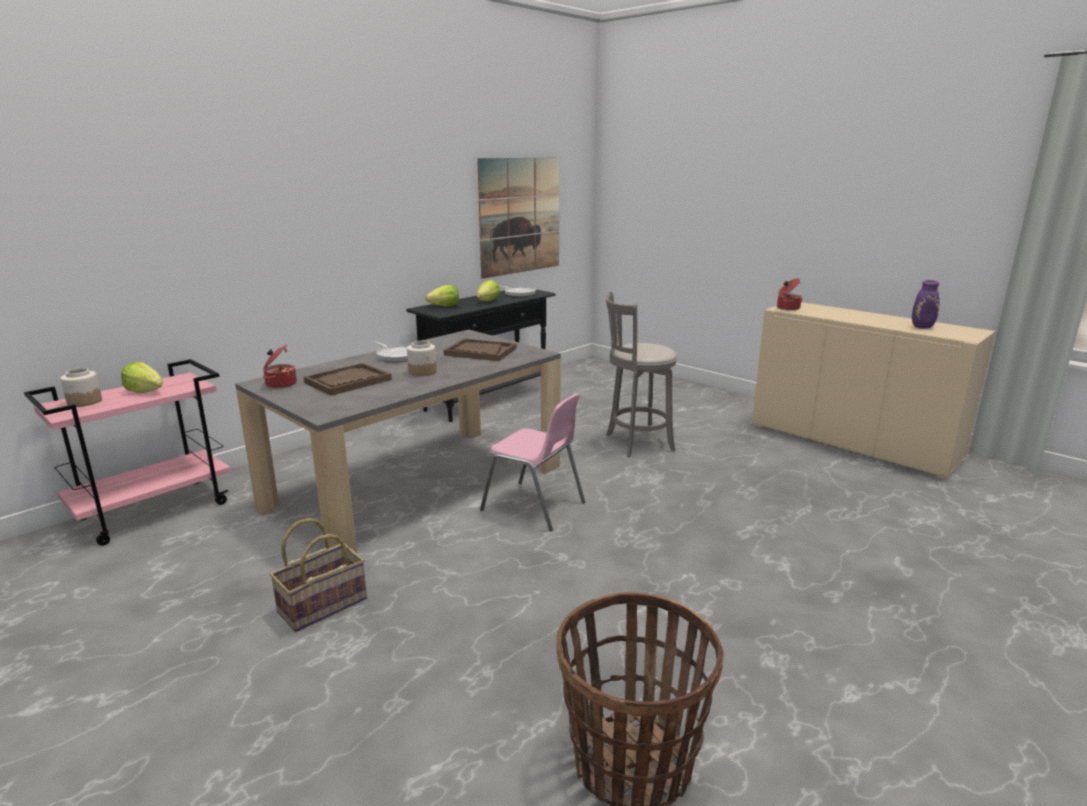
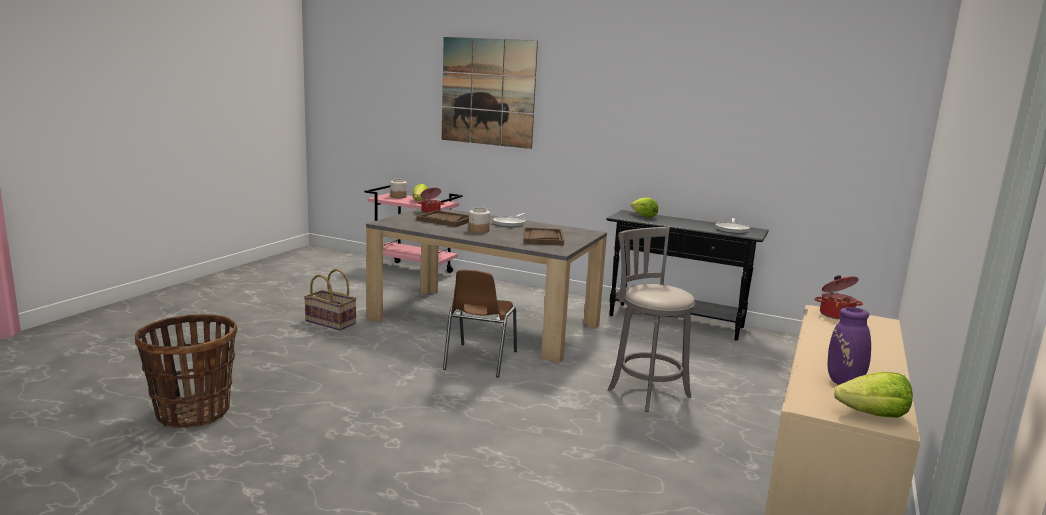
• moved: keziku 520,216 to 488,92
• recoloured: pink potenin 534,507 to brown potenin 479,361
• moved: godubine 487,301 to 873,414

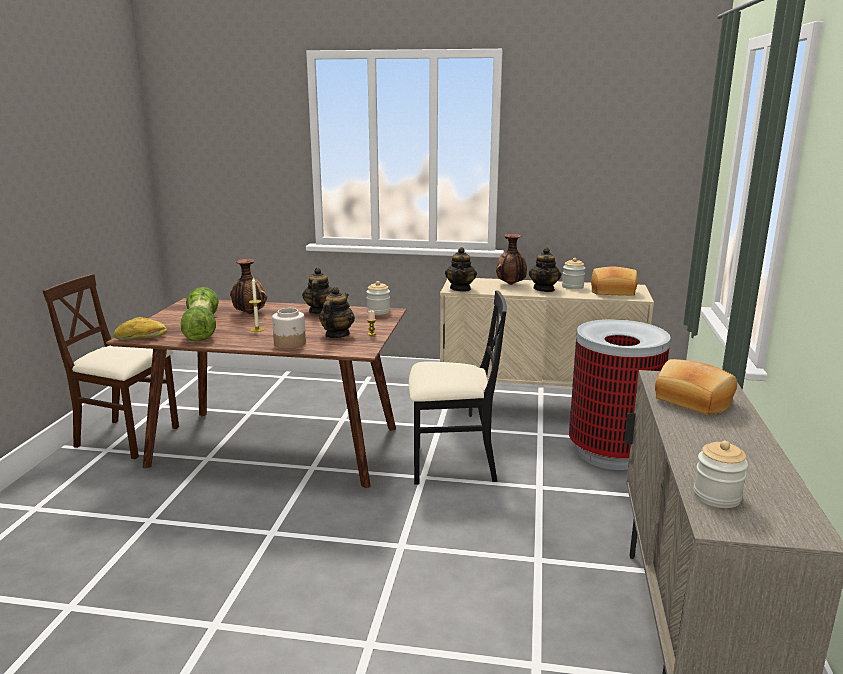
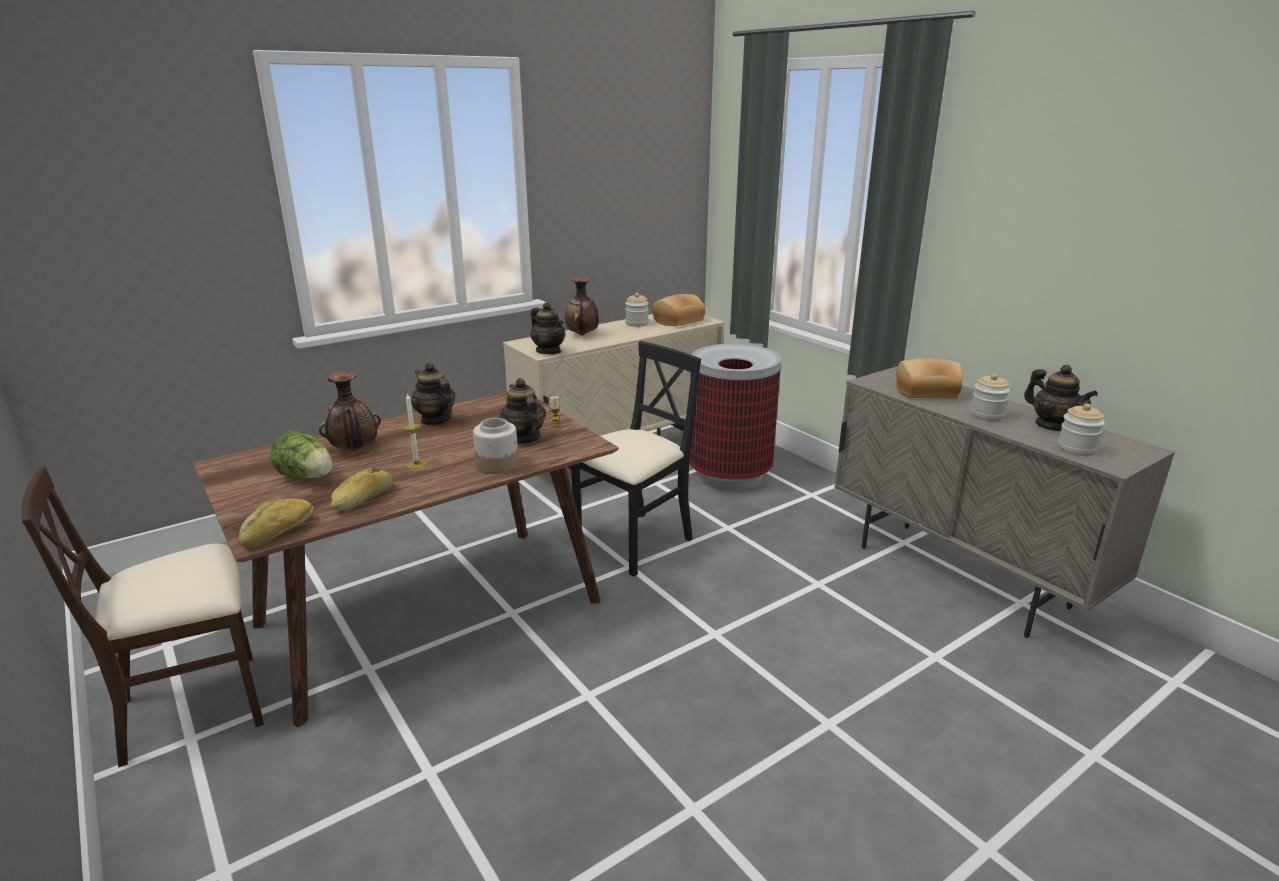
• replaced: godubine 199,337 to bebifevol 364,499
• moved: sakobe 378,311 to 986,415
• moved: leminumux 544,289 to 1052,426

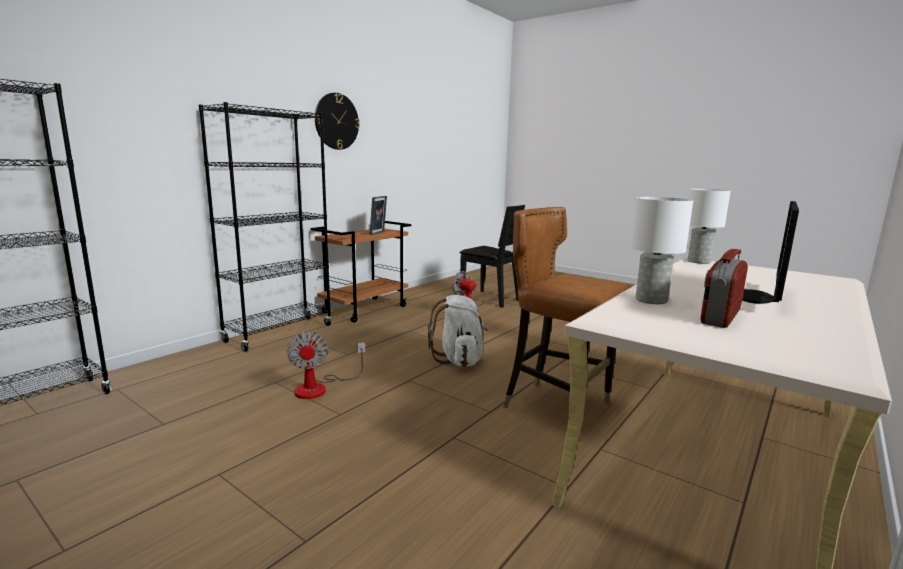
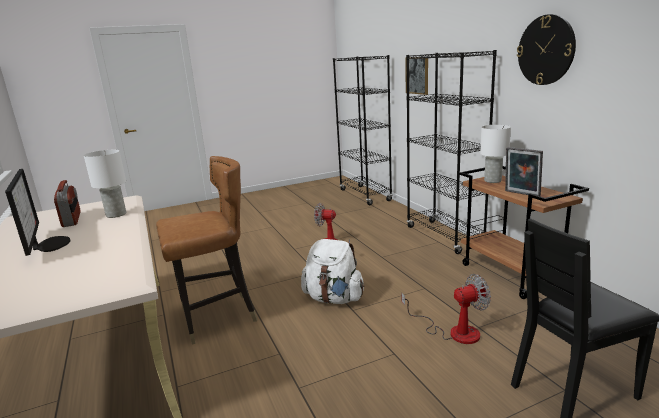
• added: keziku 417,75
• moved: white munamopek 698,261 to 493,180

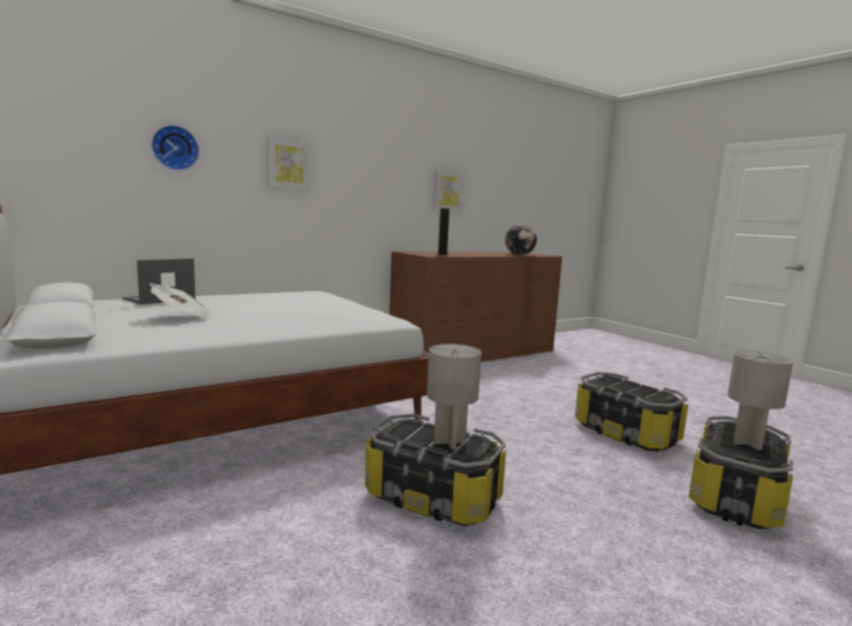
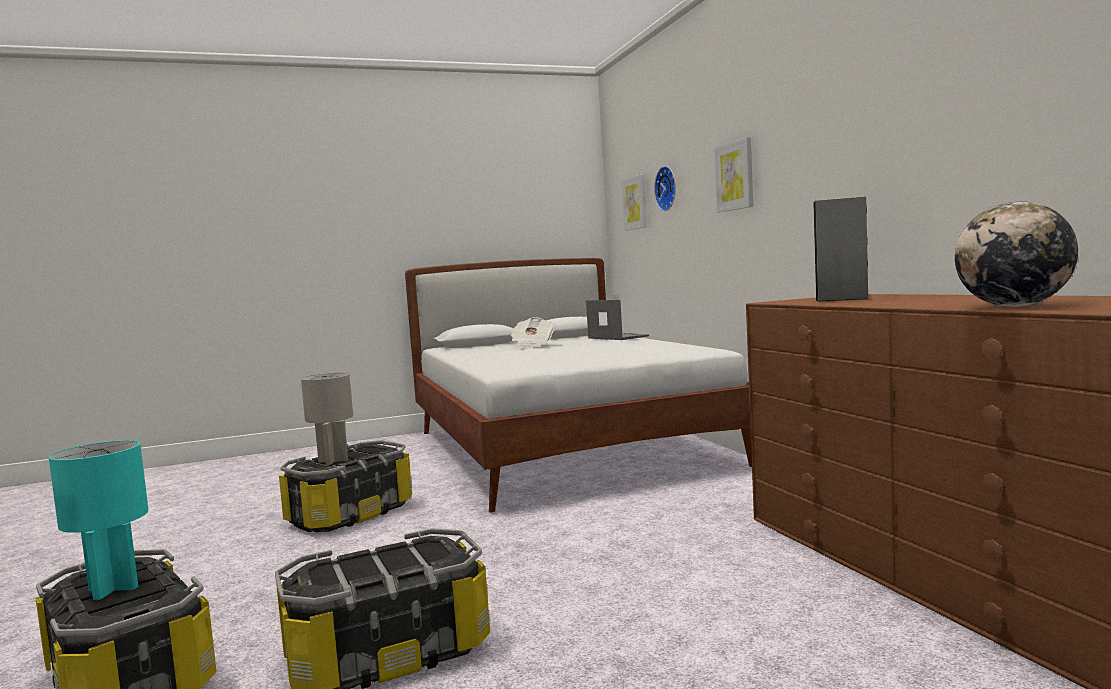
• recoloured: grey munamopek 747,443 to turquoise munamopek 113,589
• moved: keziku 448,191 to 635,203

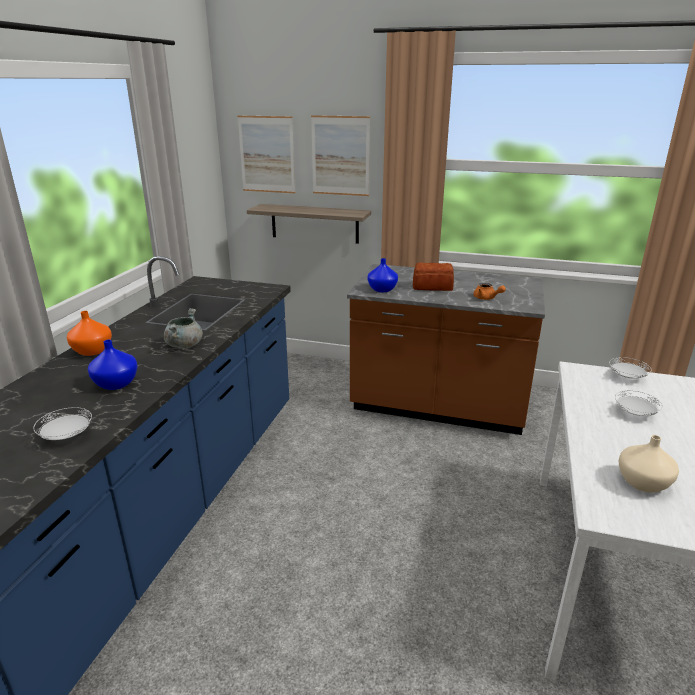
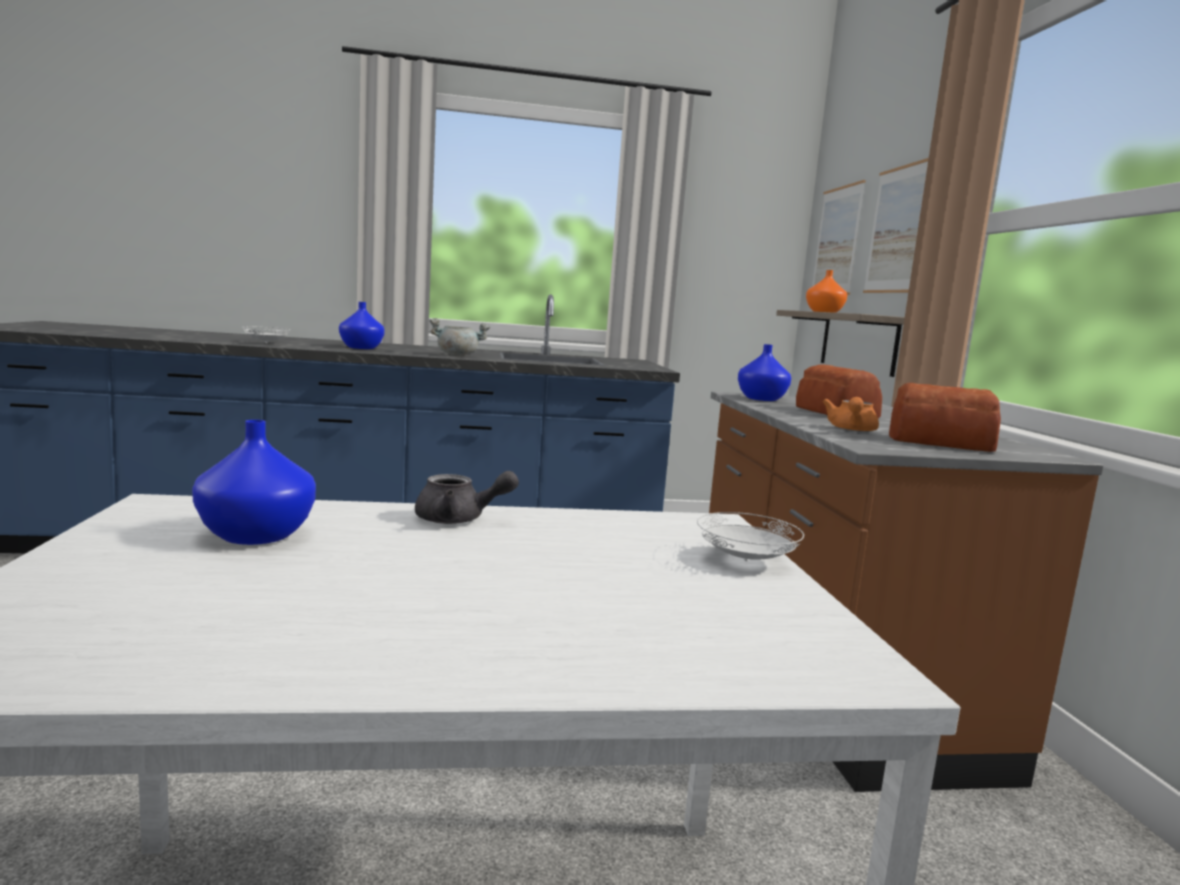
• recoloured: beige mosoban 644,483 to blue mosoban 253,536
• added: grey leminumux 459,519
• moved: orange mosoban 93,350 to 825,312
• added: bebifevol 936,442
• removed: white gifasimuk 635,413

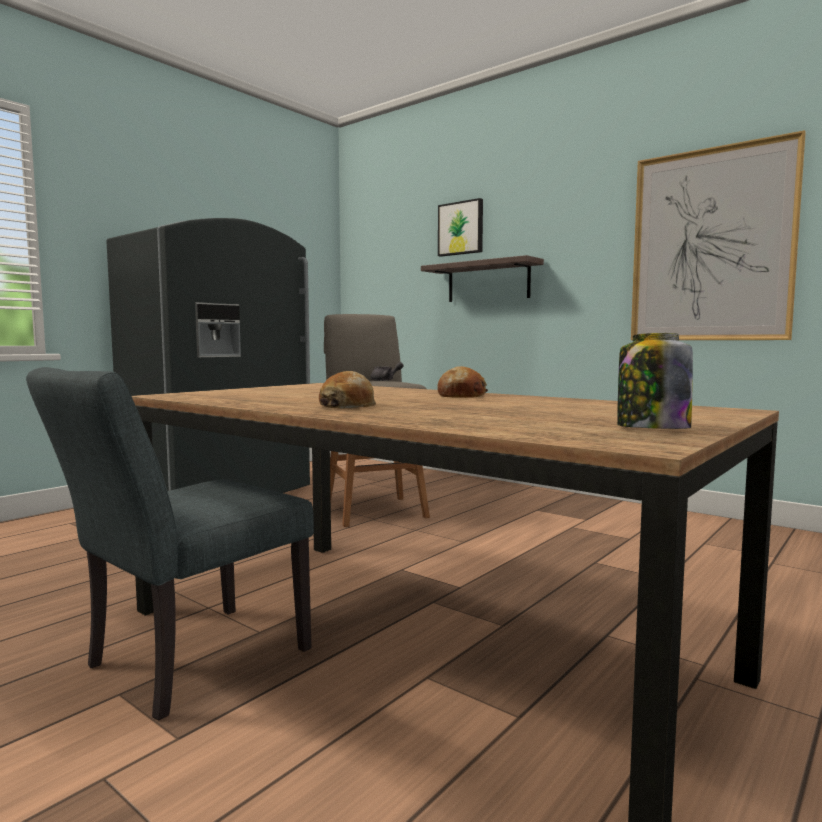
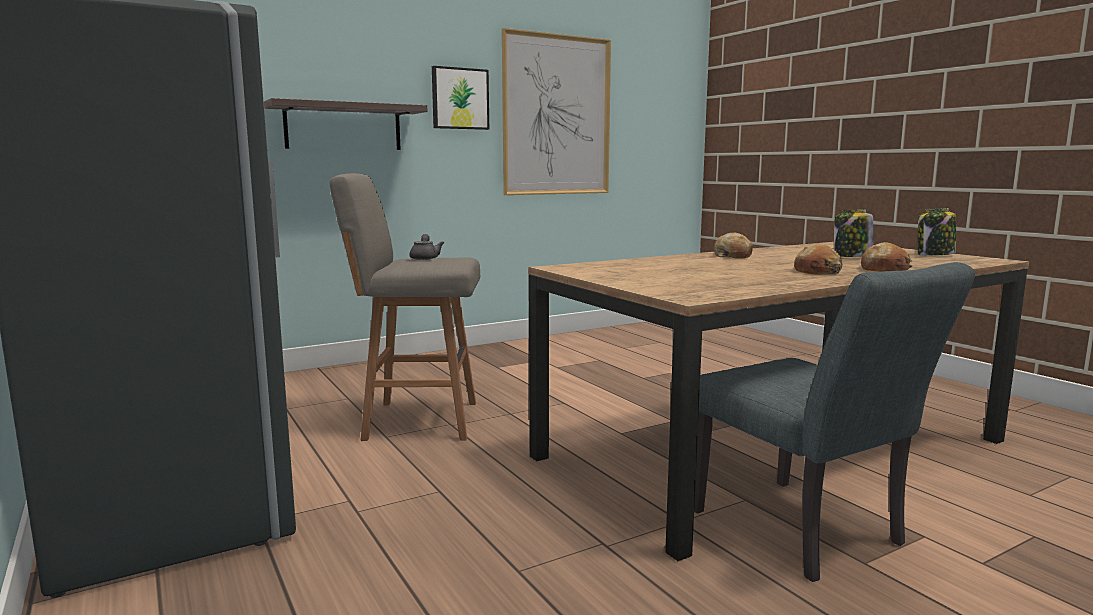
• moved: keziku 461,228 to 459,98
• added: sakobe 851,257
• added: bebifevol 884,269

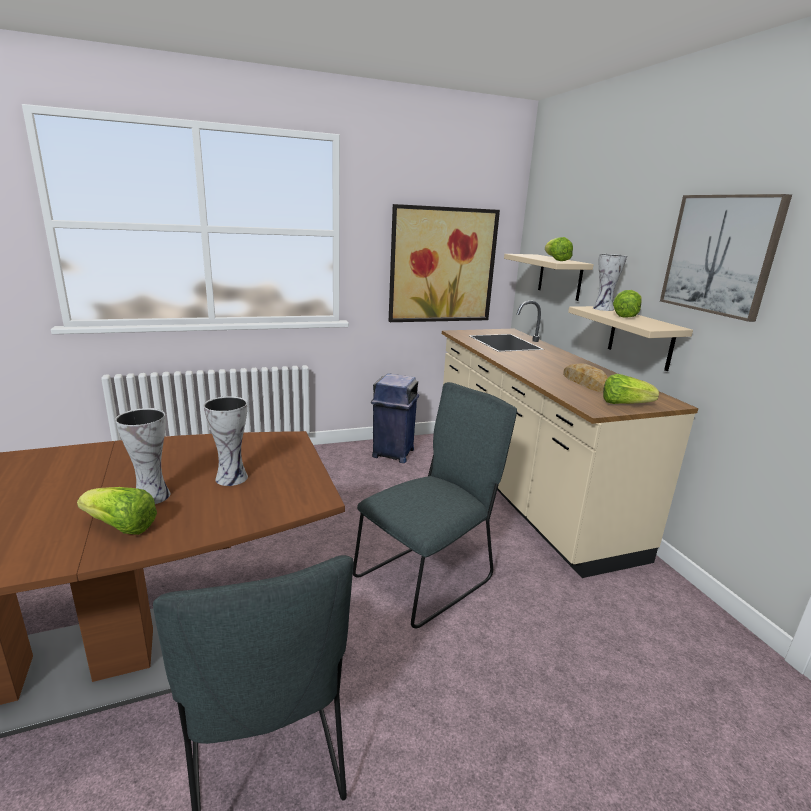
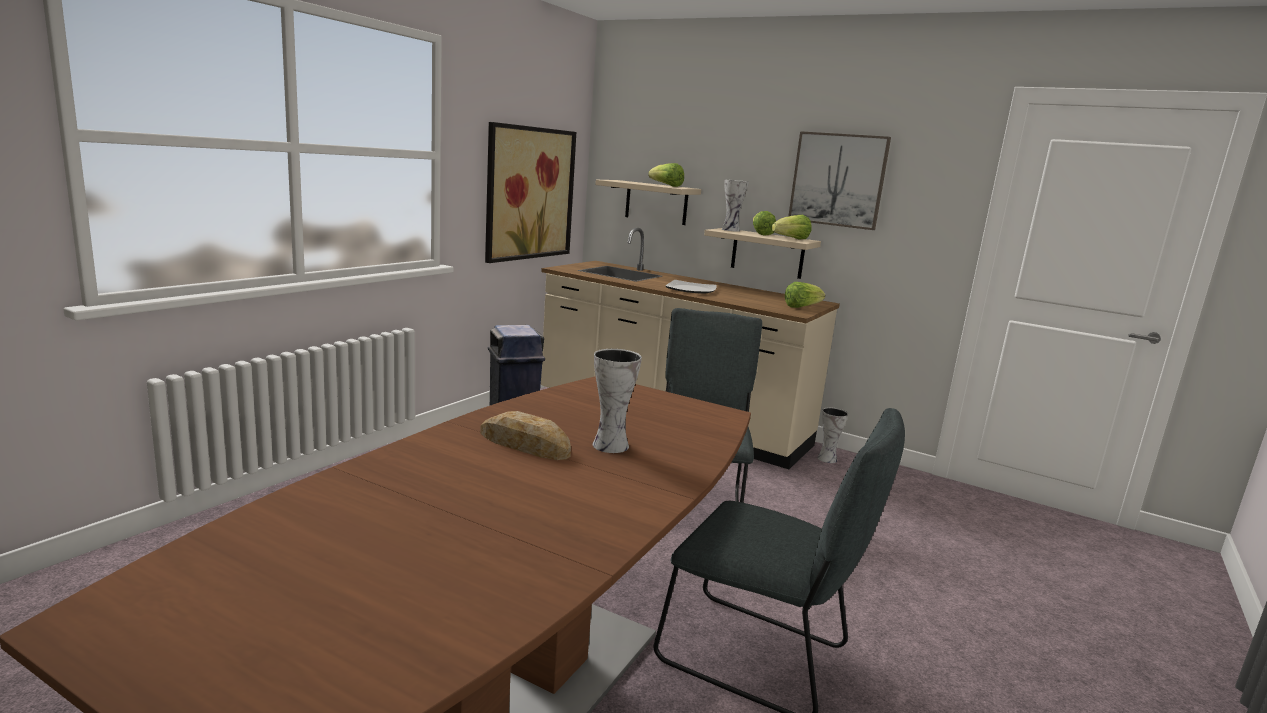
• moved: bebifevol 585,382 to 525,444
• added: gifasimuk 690,289
• moved: godubine 121,527 to 791,239
• moved: mosoban 233,477 to 826,458

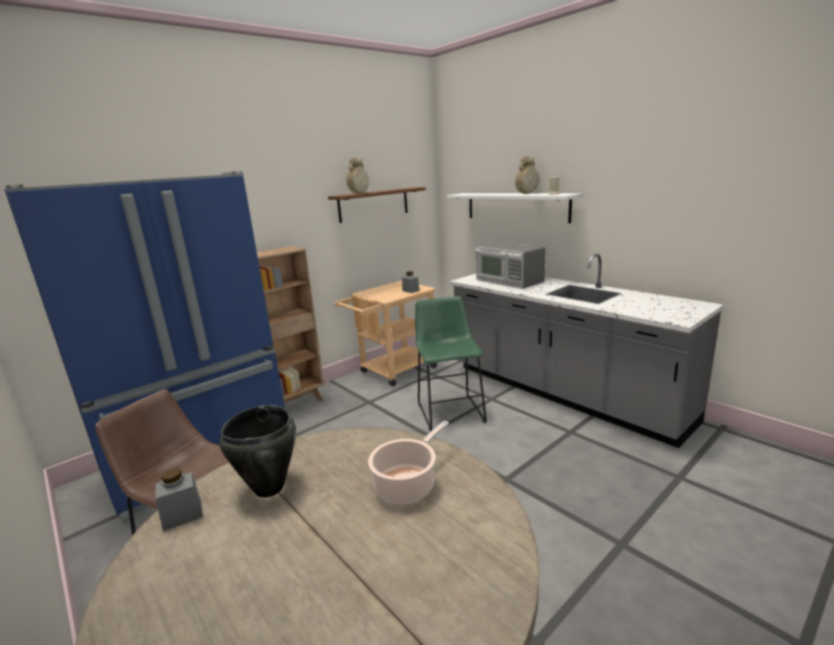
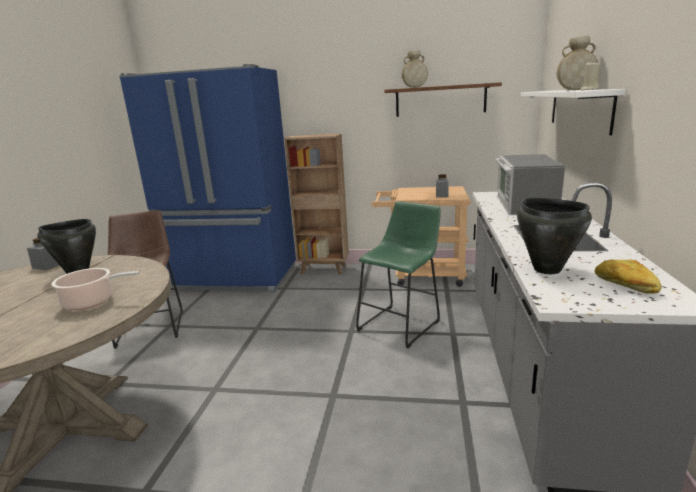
• added: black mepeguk 546,269
• added: bebifevol 625,285

